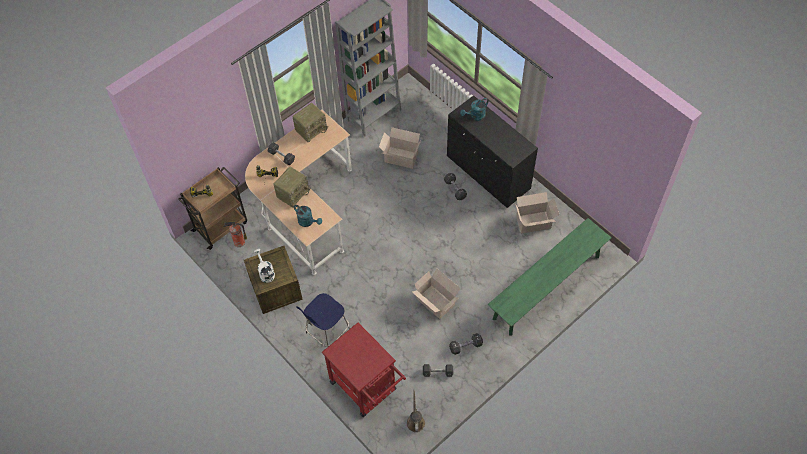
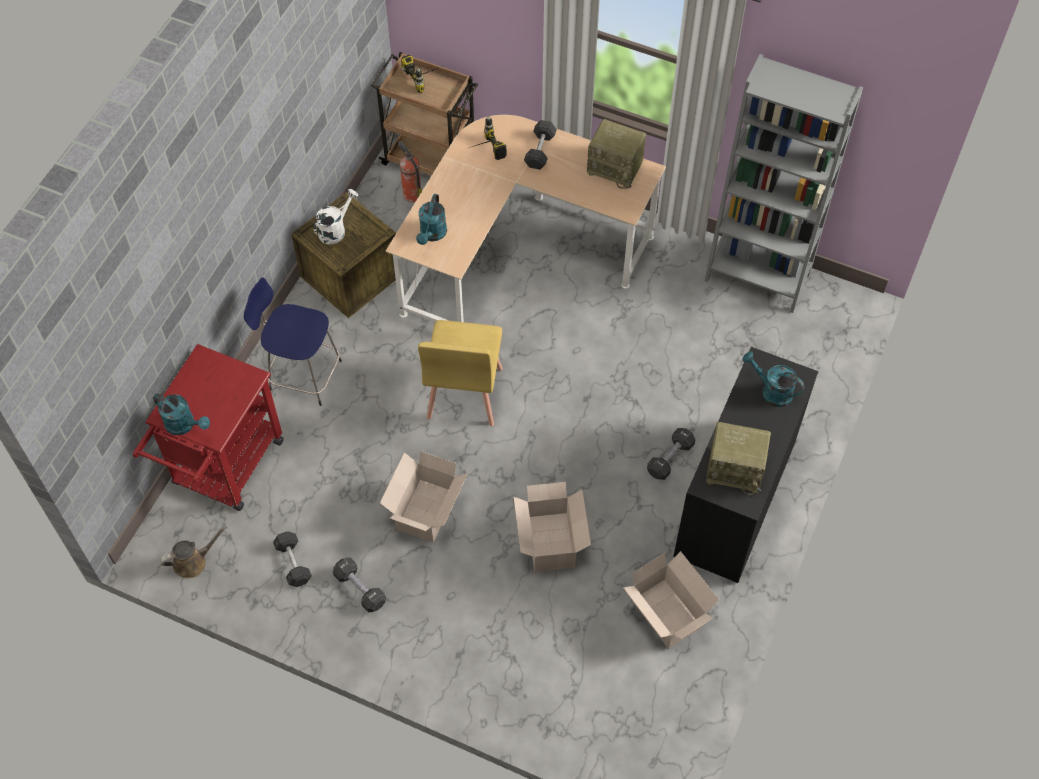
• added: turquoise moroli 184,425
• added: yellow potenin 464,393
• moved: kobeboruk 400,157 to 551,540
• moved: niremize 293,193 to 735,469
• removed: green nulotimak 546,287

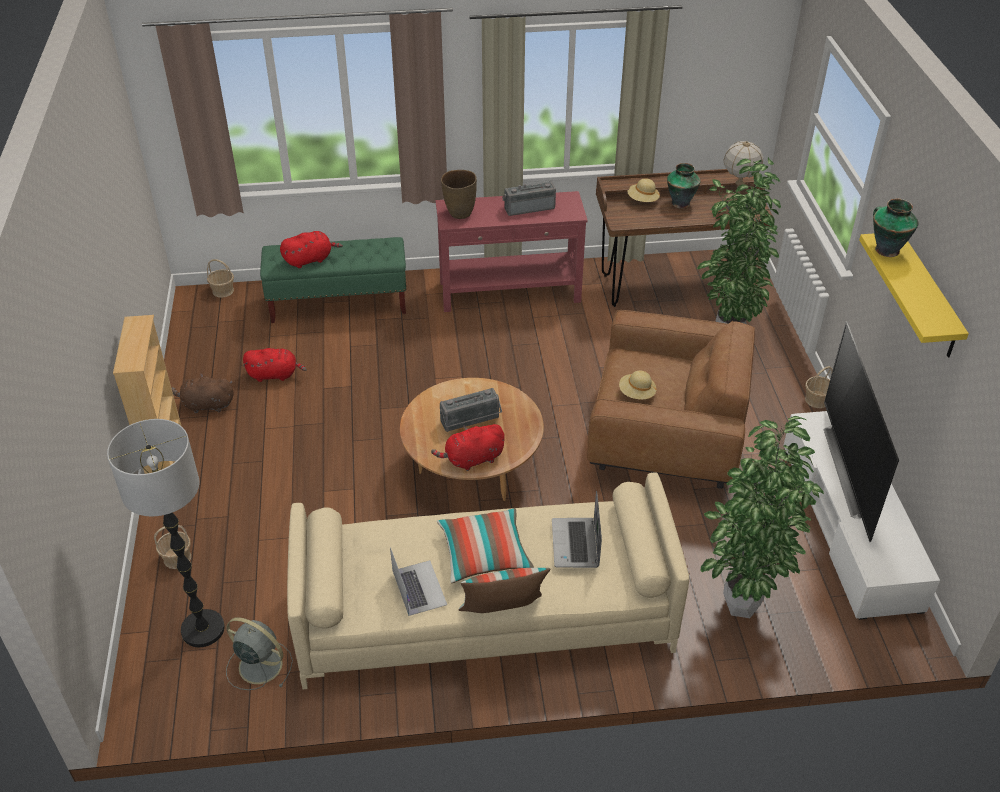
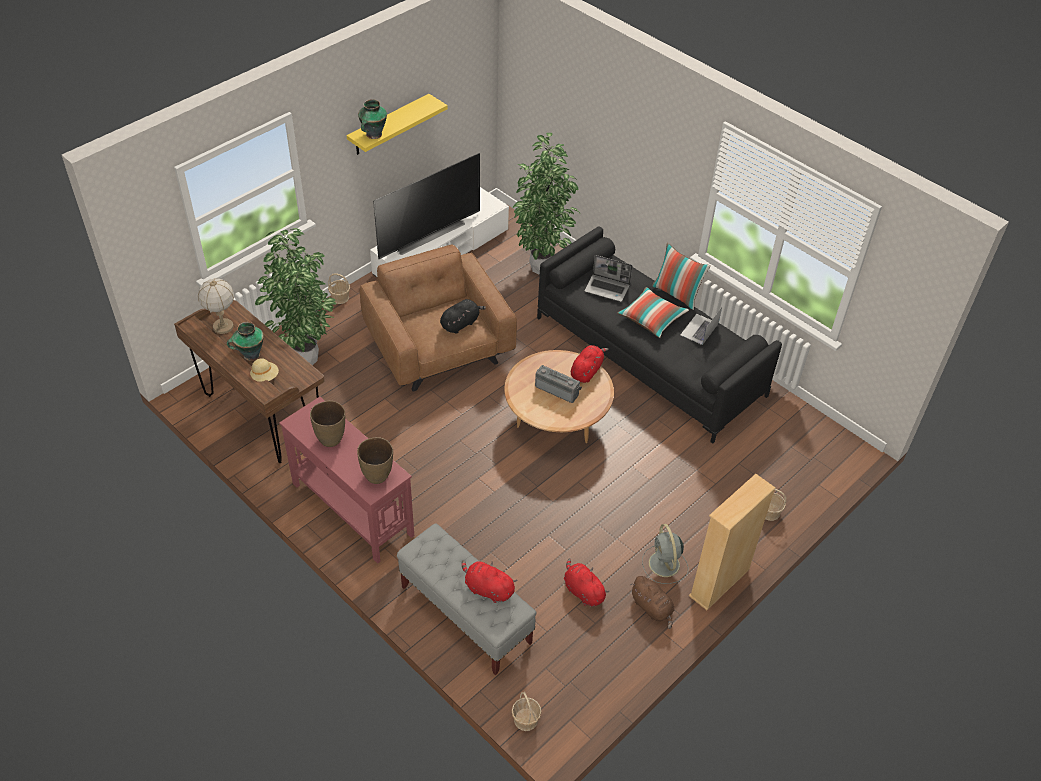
• replaced: niremize 529,207 to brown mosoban 331,439
• recoloured: green nulotimak 339,303 to grey nulotimak 465,614
• replaced: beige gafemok 636,393 to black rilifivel 461,323
• recoloured: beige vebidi 484,613 to black vebidi 649,356
• turned: red rilifivel 472,459 = 586,371 90 degrees counterclockwise
• turned: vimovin 576,544 = 607,288 60 degrees clockwise
• moved: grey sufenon 258,665 to 664,565
• removed: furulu 202,629

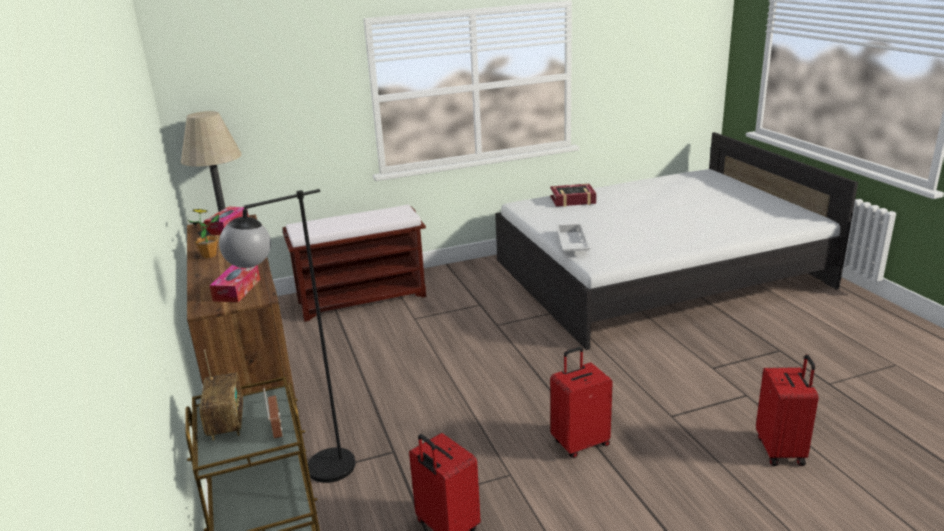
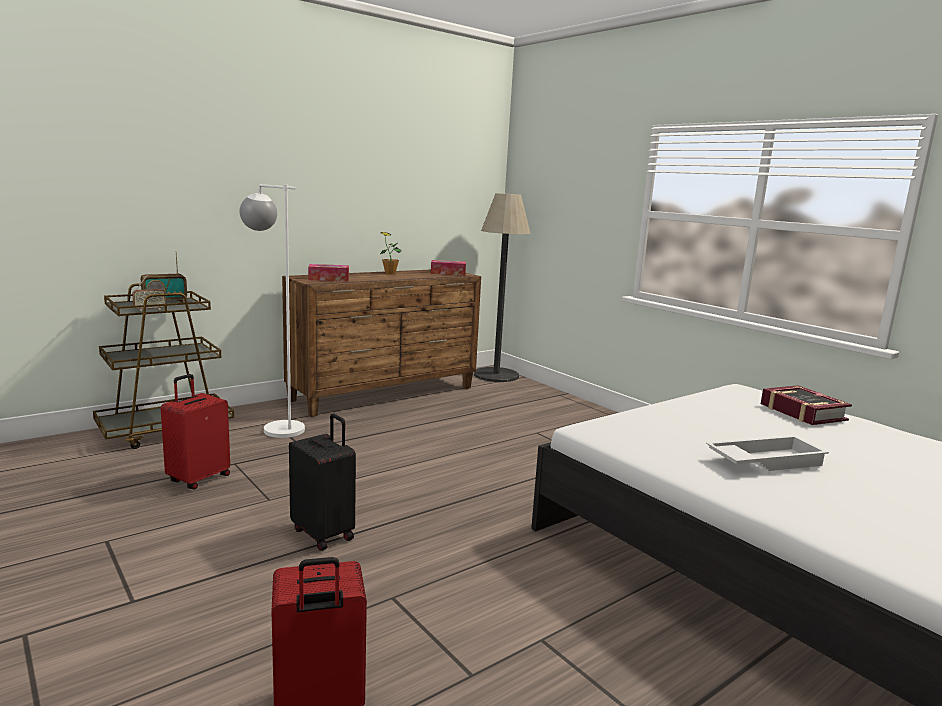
• recoloured: black furulu 315,473 to white furulu 275,426
• recoloured: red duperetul 580,443 to black duperetul 324,533
• moved: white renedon 571,244 to 764,460
• removed: brown nulotimak 363,299

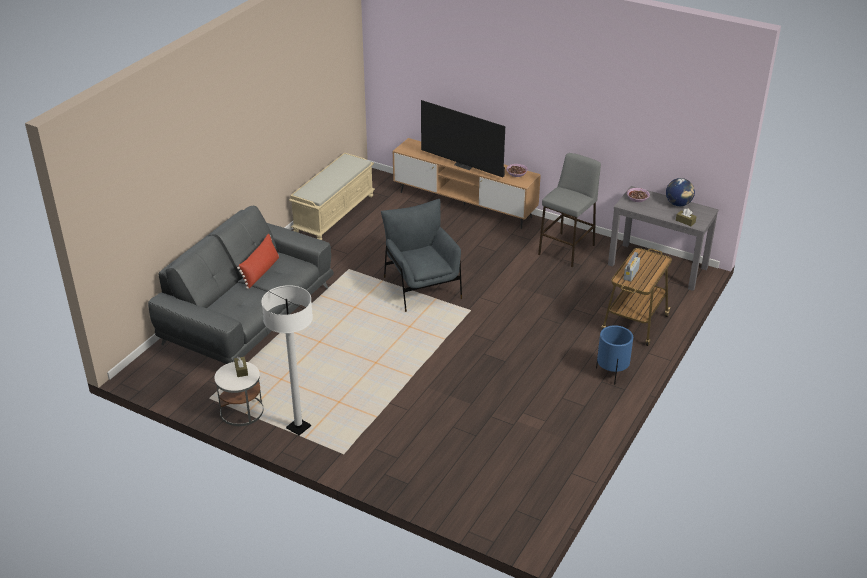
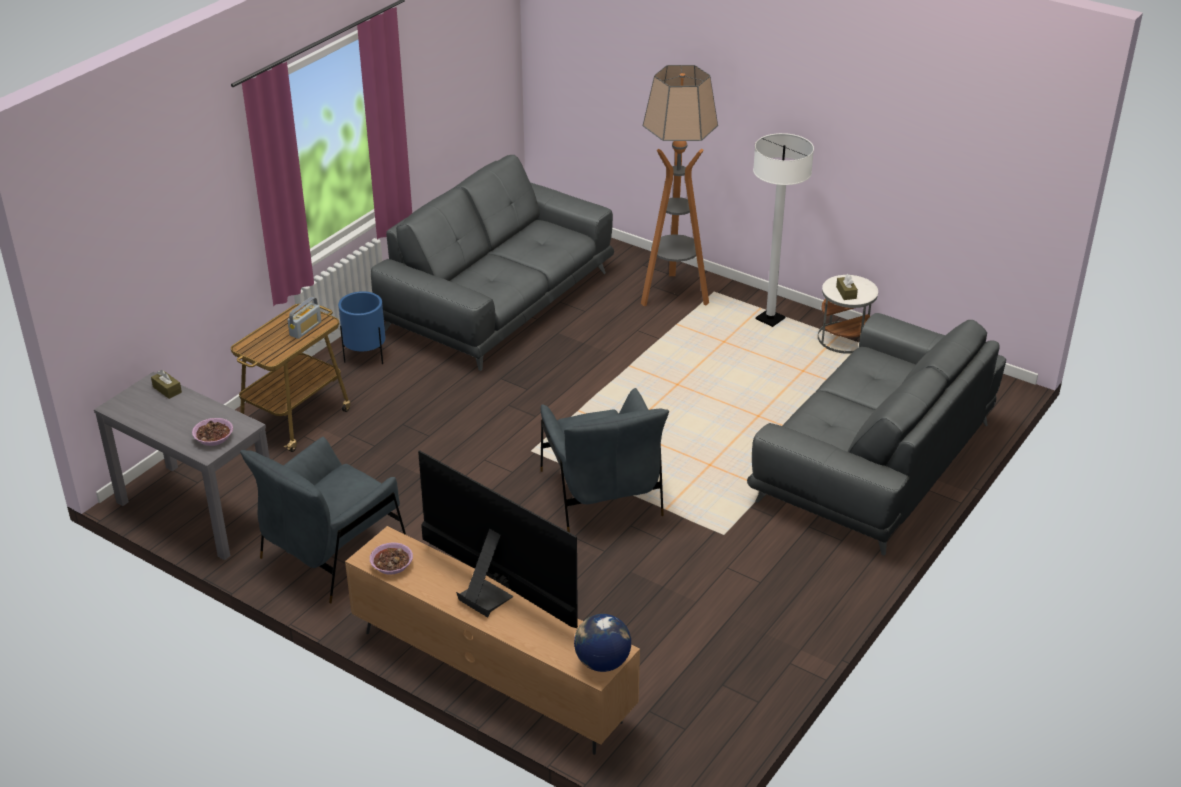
• replaced: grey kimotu 567,249 to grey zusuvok 333,553
• added: grey vebidi 498,301
• moved: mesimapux 678,204 to 602,662
• added: furulu 674,294
• removed: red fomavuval 261,272
• removed: beige nulotimak 334,213

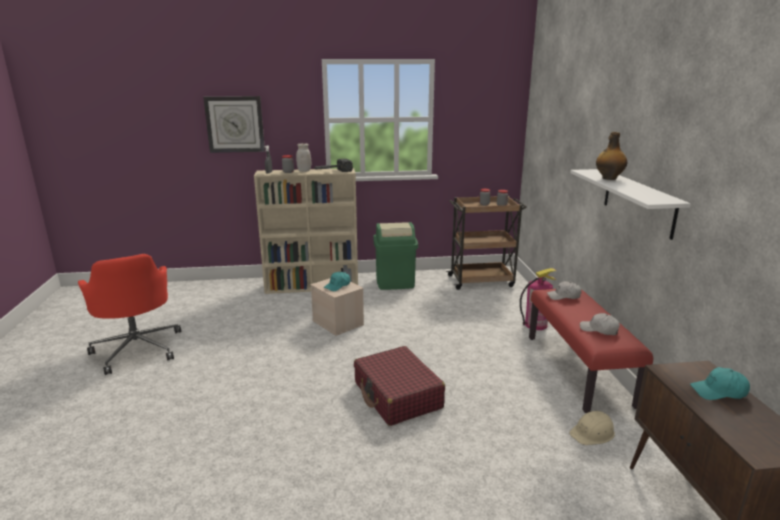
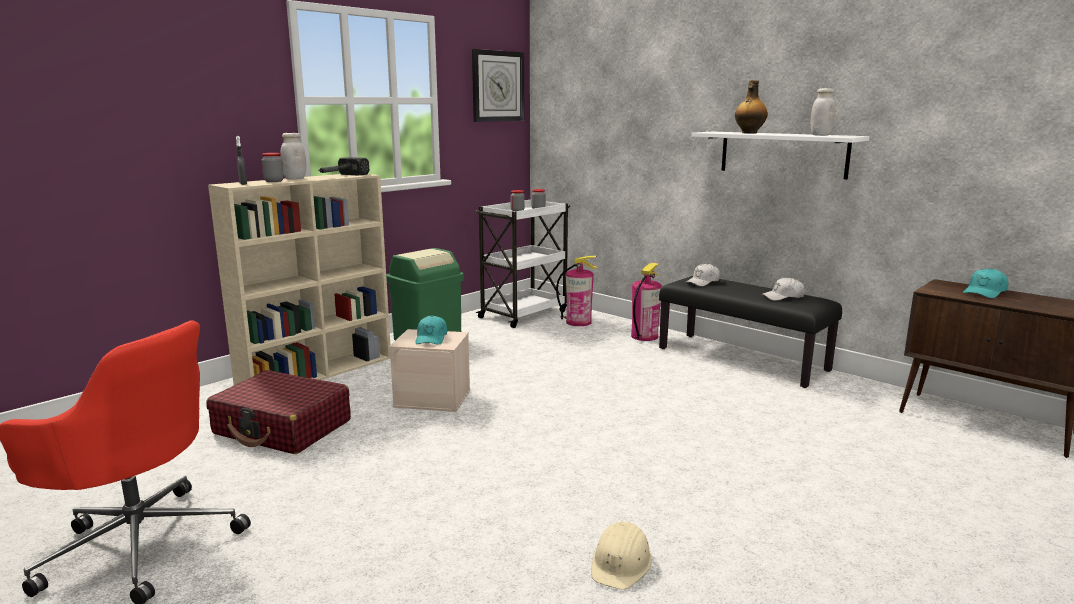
• moved: red duperetul 397,396 to 283,427
• moved: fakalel 235,124 to 497,86
• recoloured: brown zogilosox 482,281 to white zogilosox 524,314
• added: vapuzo 578,322
• moved: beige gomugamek 593,433 to 621,563
• recoloured: red nulotimak 579,370 to black nulotimak 742,359
• added: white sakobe 820,135

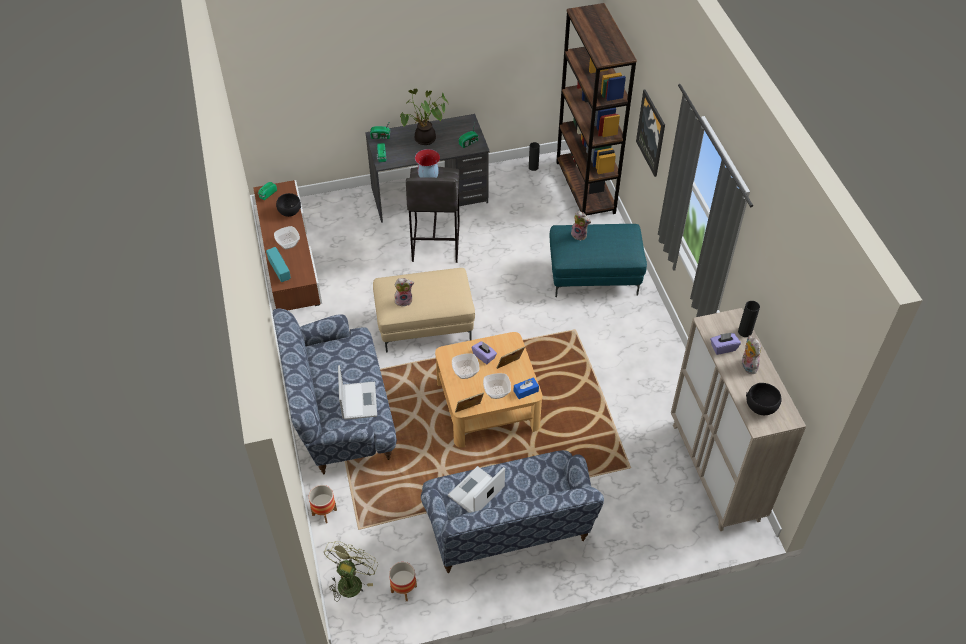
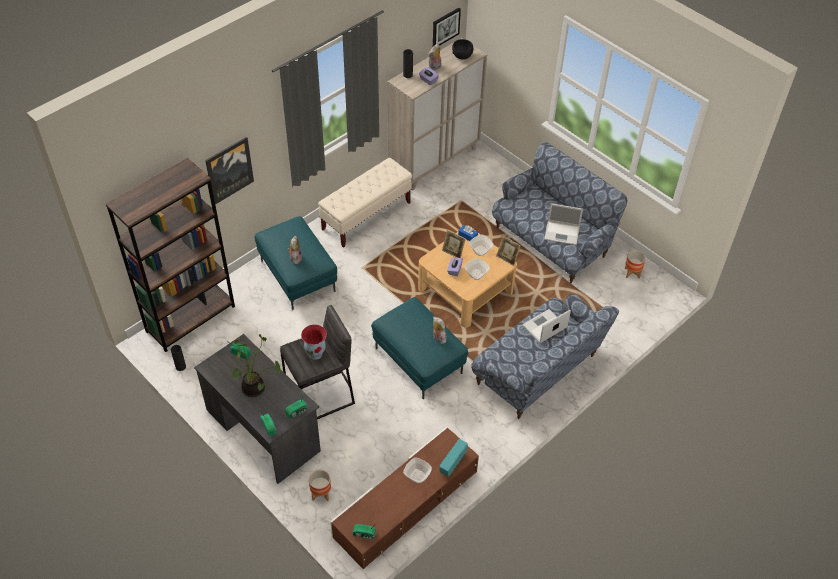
• moved: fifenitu 324,512 to 321,493
• added: beige nulotimak 366,216
• recoloured: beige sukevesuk 424,326 to turquoise sukevesuk 419,360
• added: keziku 445,27
• removed: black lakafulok 289,212
• removed: green sufenon 351,580

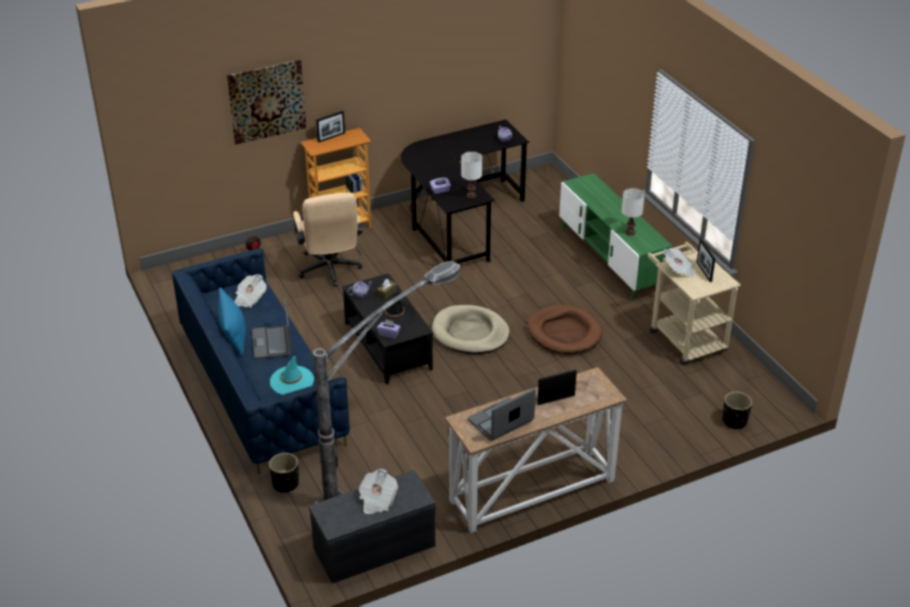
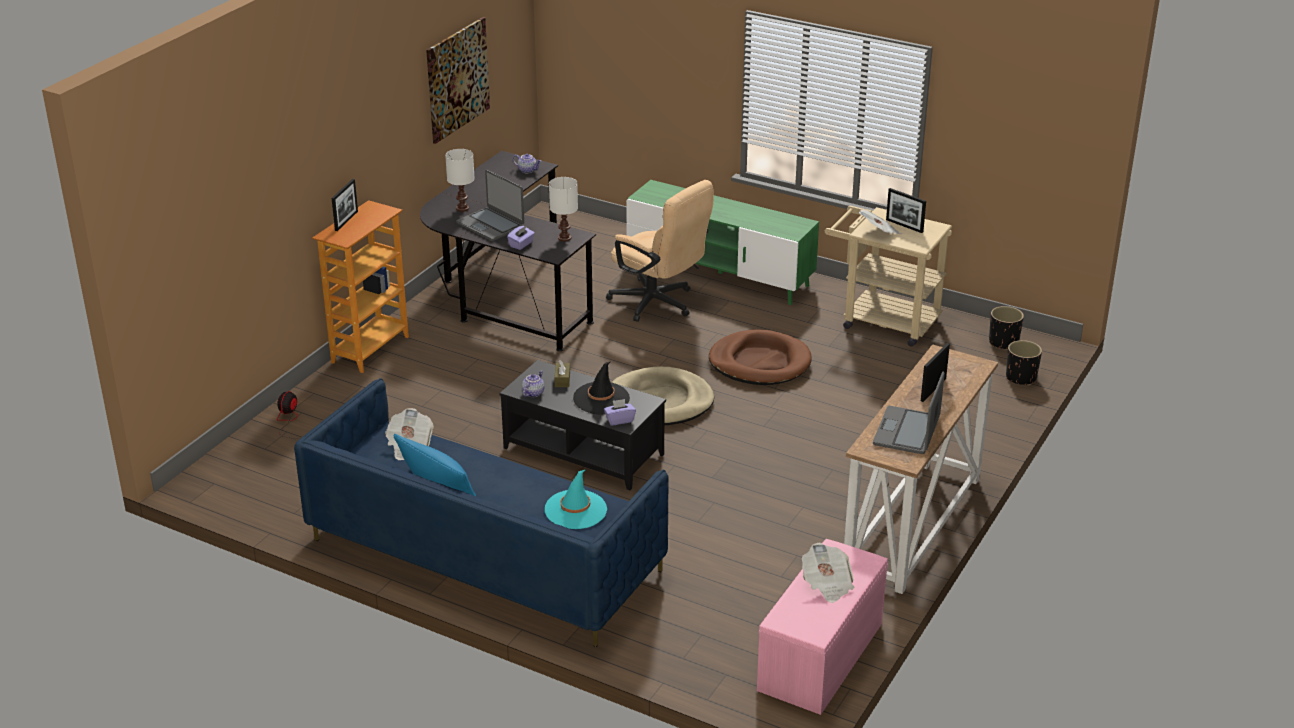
• moved: keziku 267,101 to 457,79
• moved: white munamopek 629,232 to 462,208
• moved: vimovin 272,343 to 490,225
• moved: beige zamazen 330,271 to 659,304
• recoloured: grey nulotimak 374,548 to pink nulotimak 821,658
• moved: black fifenitu 285,484 to 1003,343
• removed: furulu 390,467

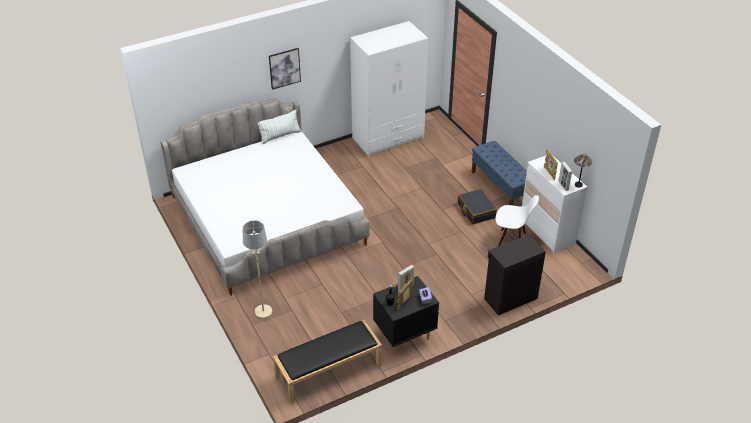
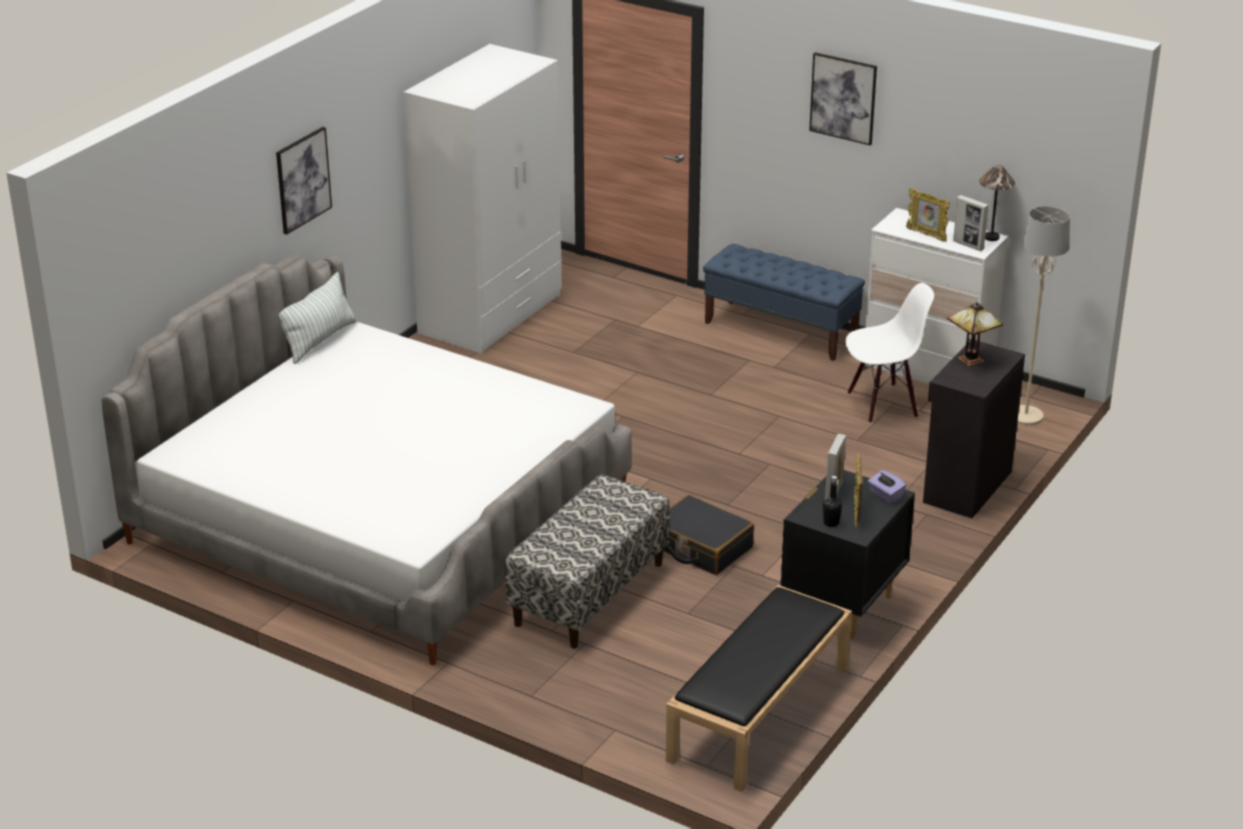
• added: nulotimak 589,593
• moved: black duperetul 476,211 to 701,547
• added: keziku 843,98
• added: munamopek 973,360
• moved: beige furulu 263,312 to 1025,417

